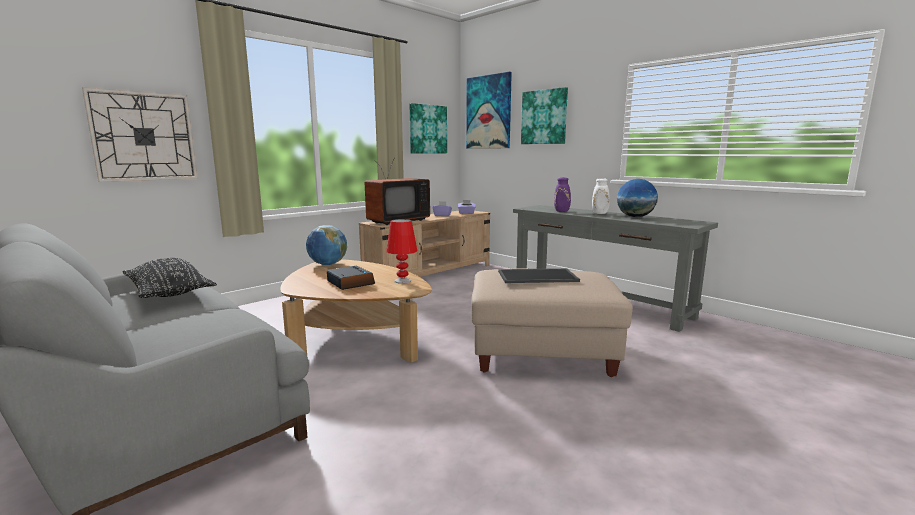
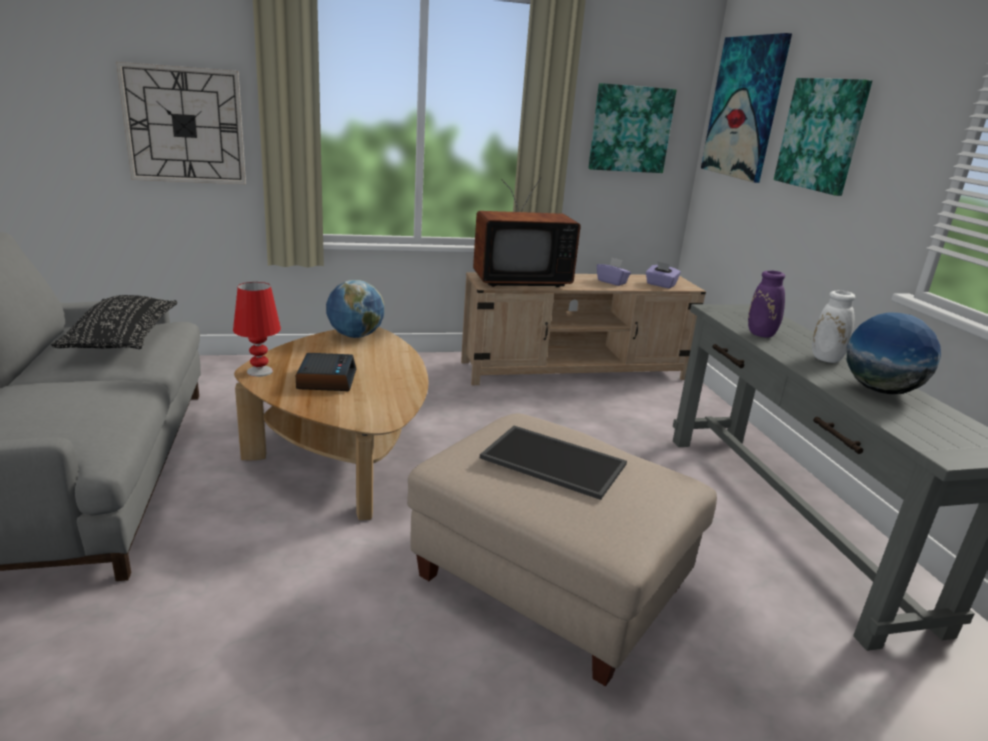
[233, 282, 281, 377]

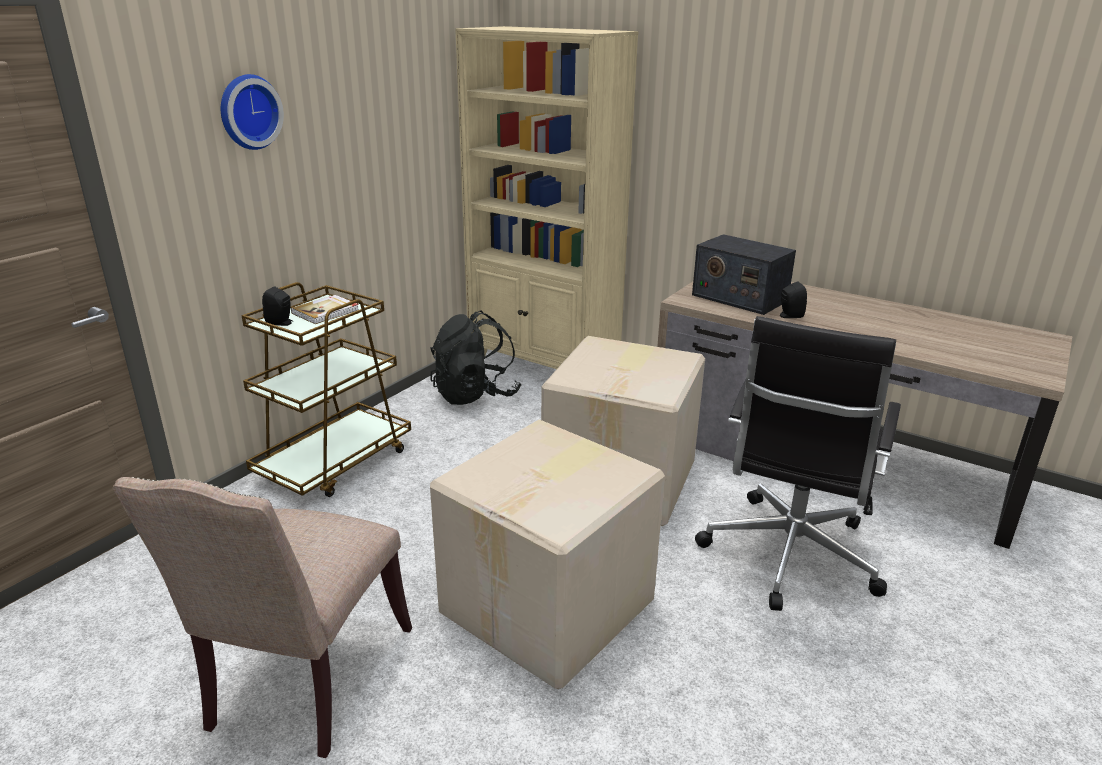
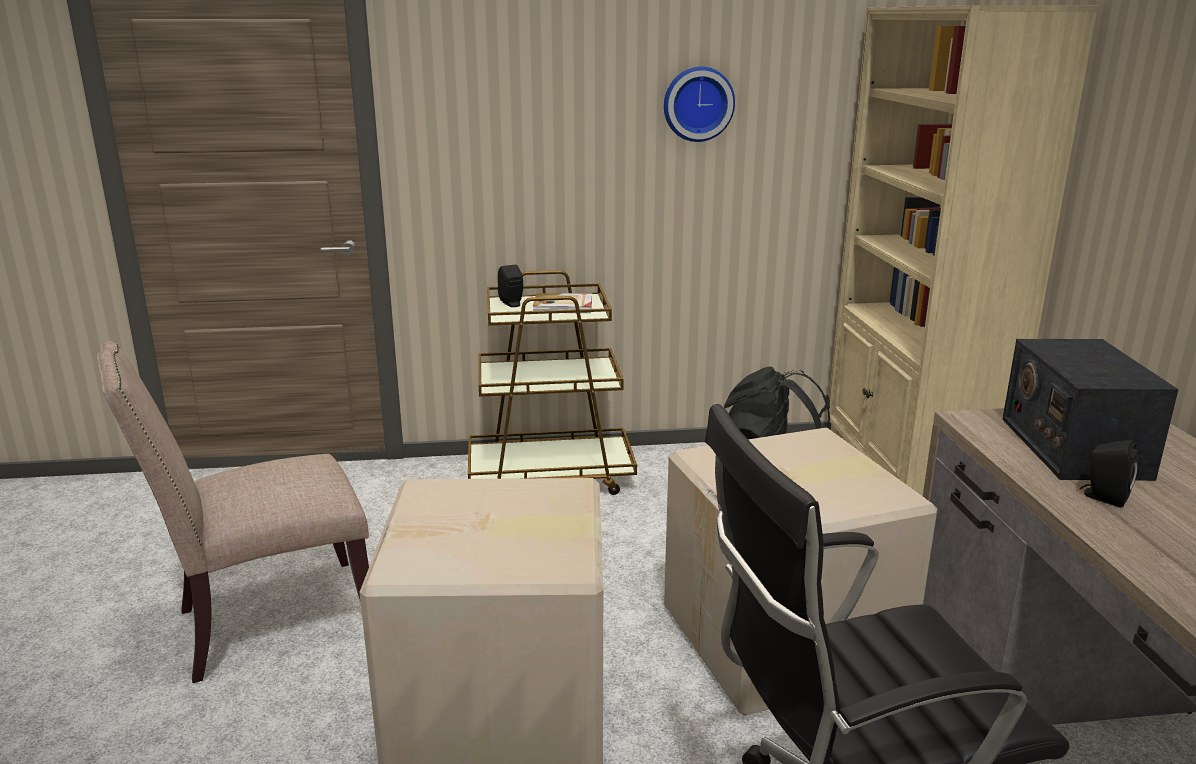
[664, 67, 735, 142]

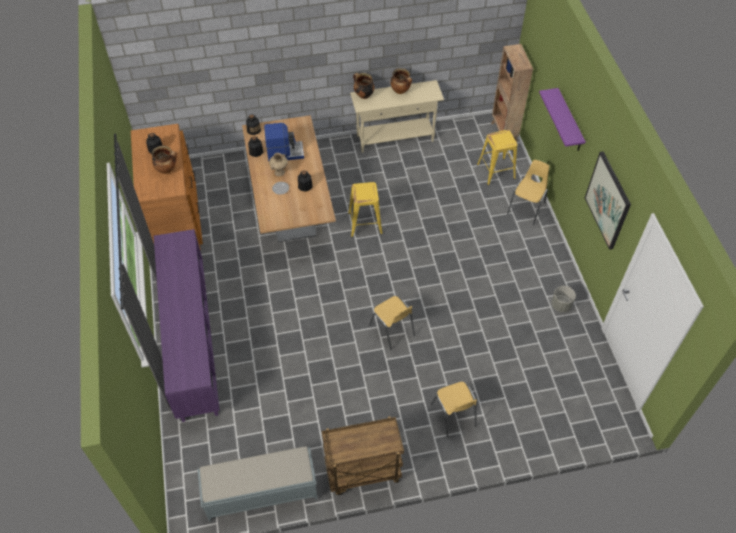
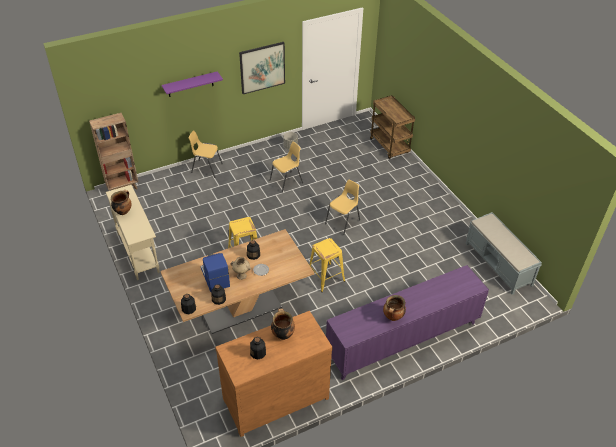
[383, 295, 406, 321]
[310, 238, 345, 292]
[269, 142, 303, 193]
[370, 95, 415, 159]

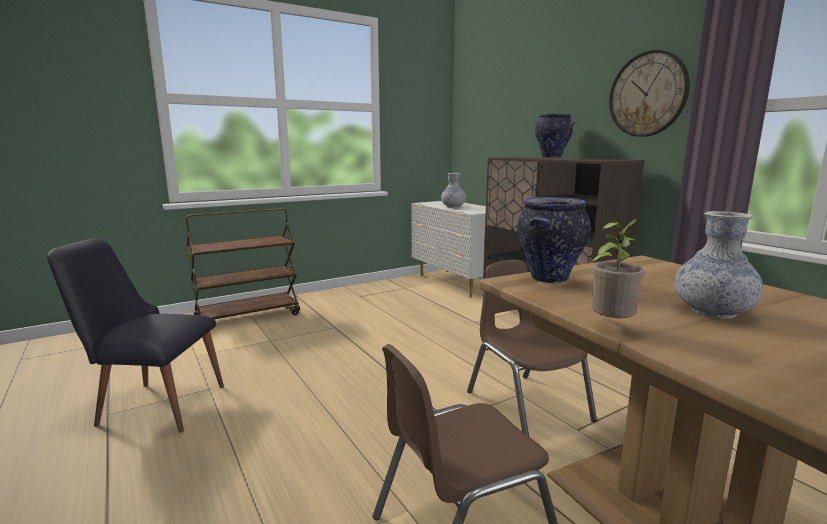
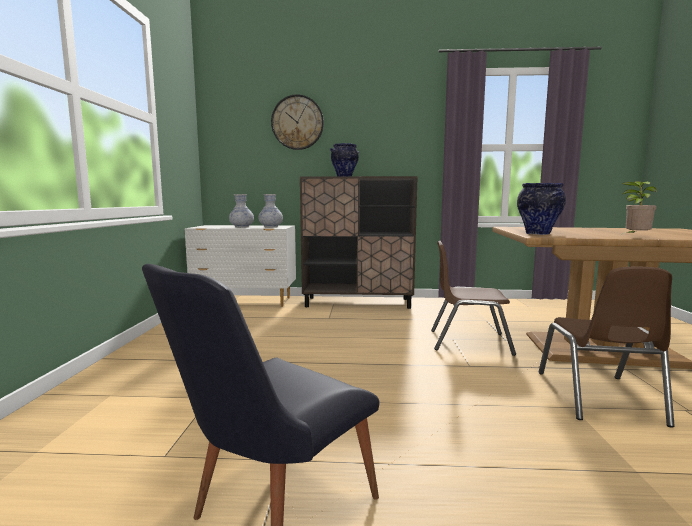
[271, 94, 324, 150]
[186, 208, 300, 319] (first image)
[258, 194, 283, 227]

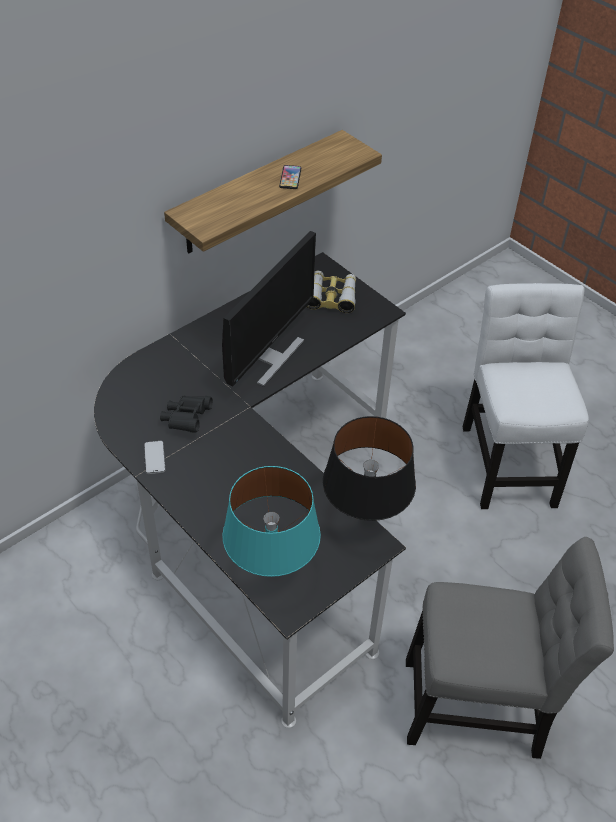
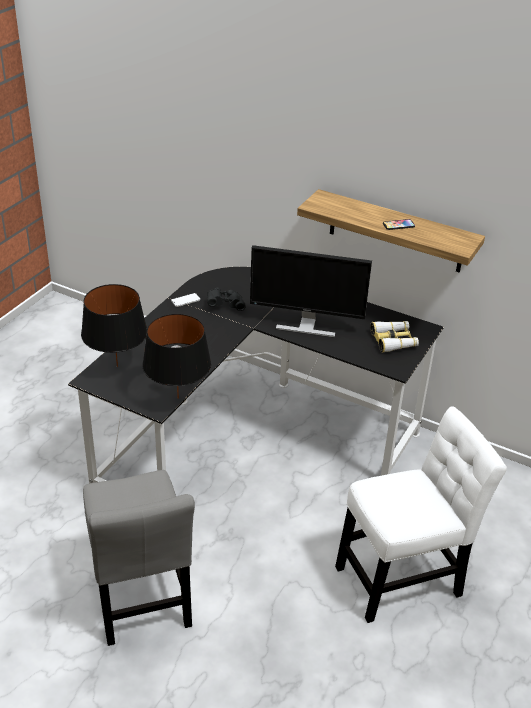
[81, 284, 147, 367]

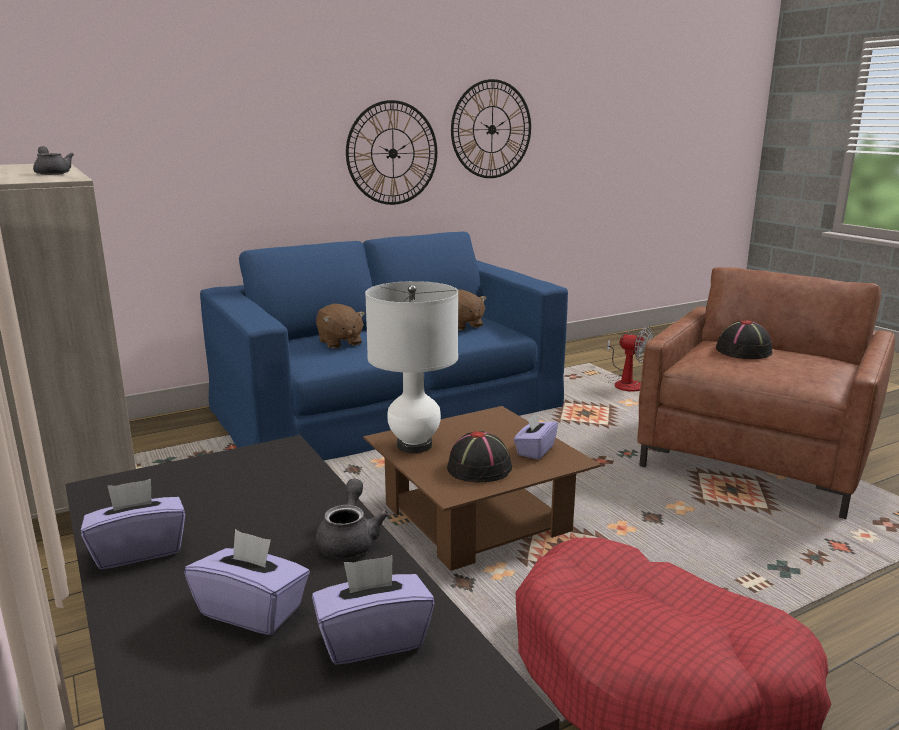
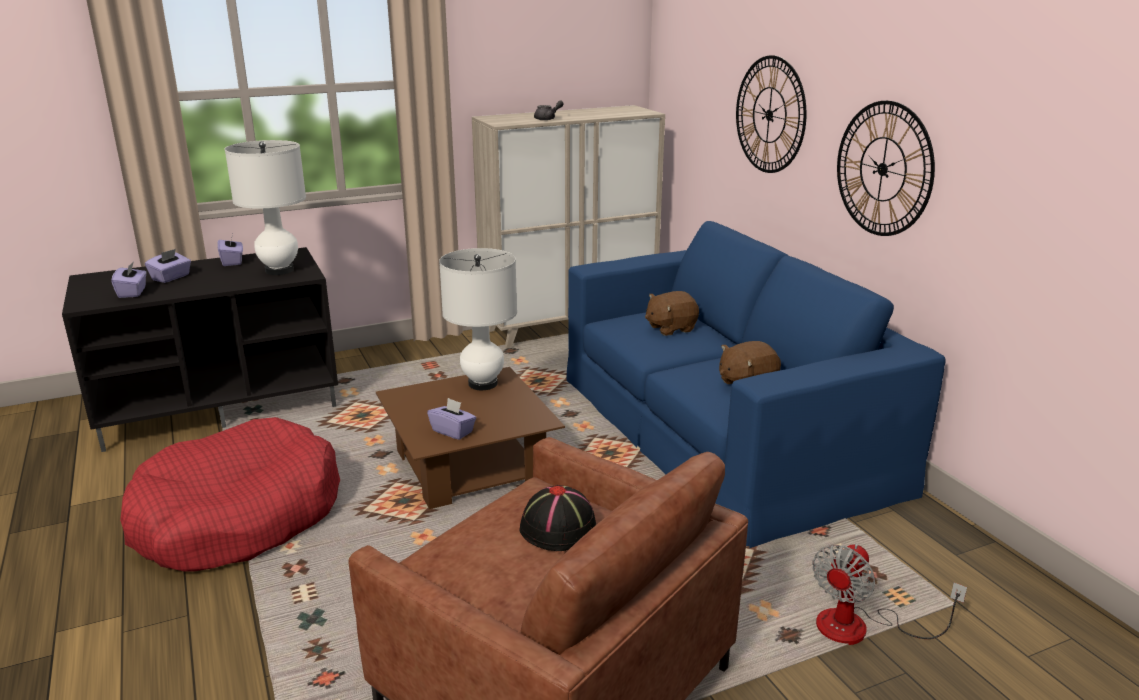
[736, 55, 806, 173]
[447, 431, 512, 482] (first image)
[315, 479, 389, 558] (first image)
[225, 140, 306, 275]

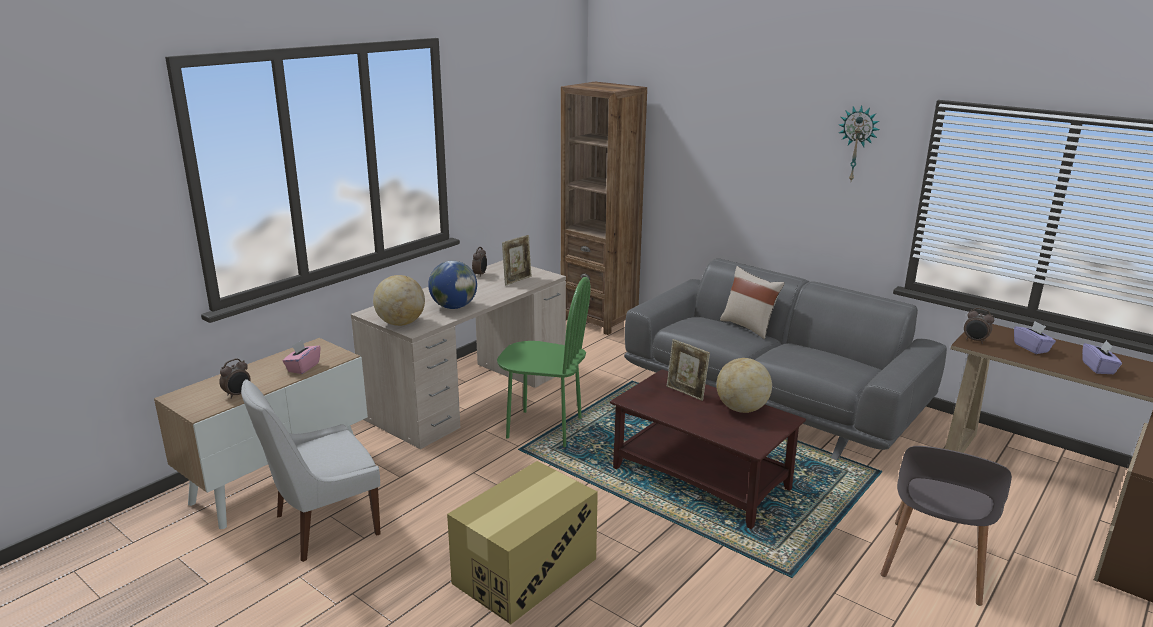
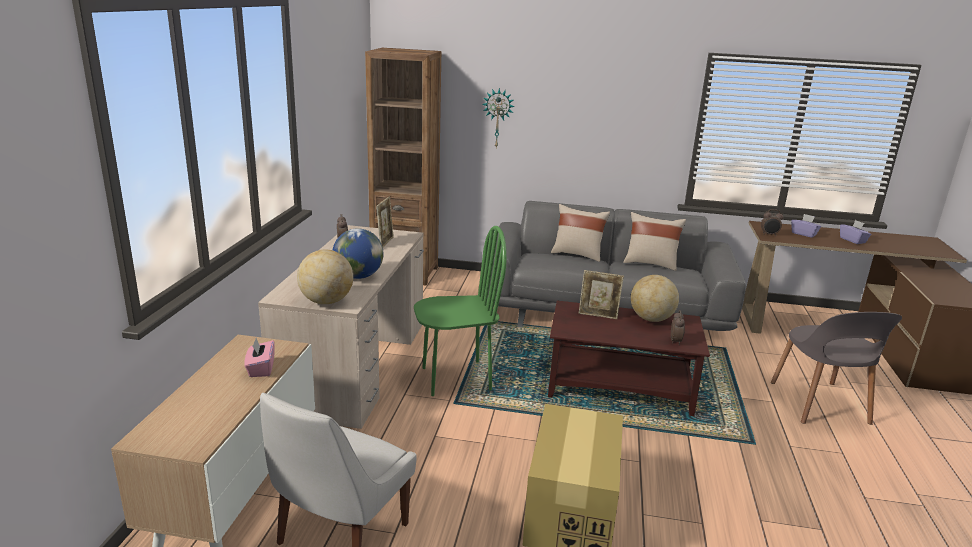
[482, 88, 515, 148]
[671, 310, 685, 345]
[623, 212, 686, 271]

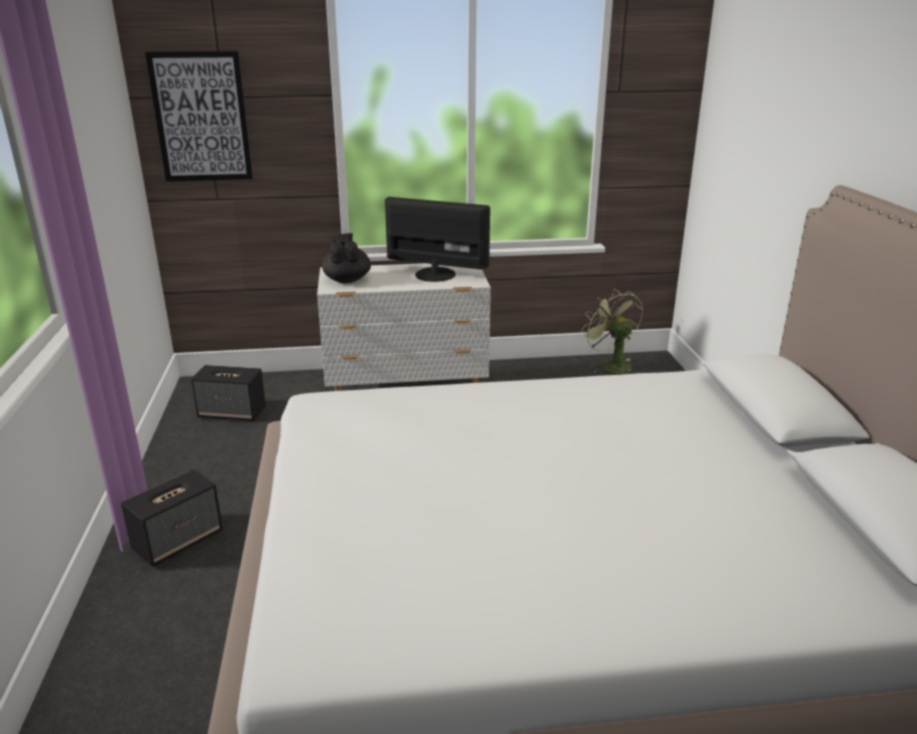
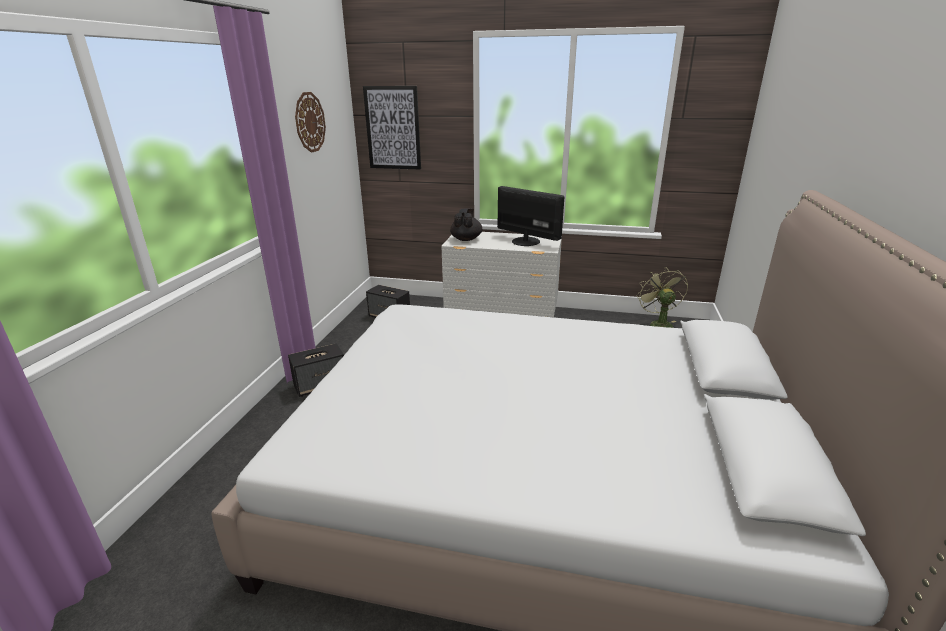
[295, 92, 326, 153]

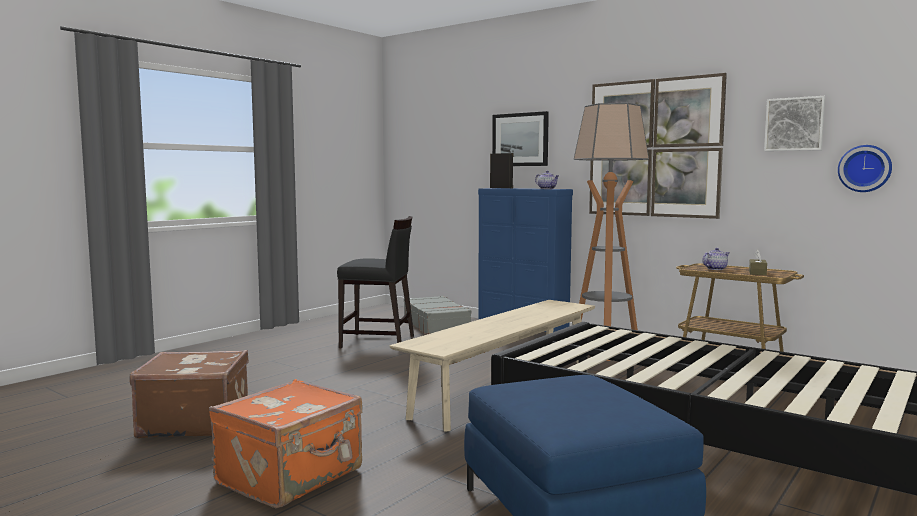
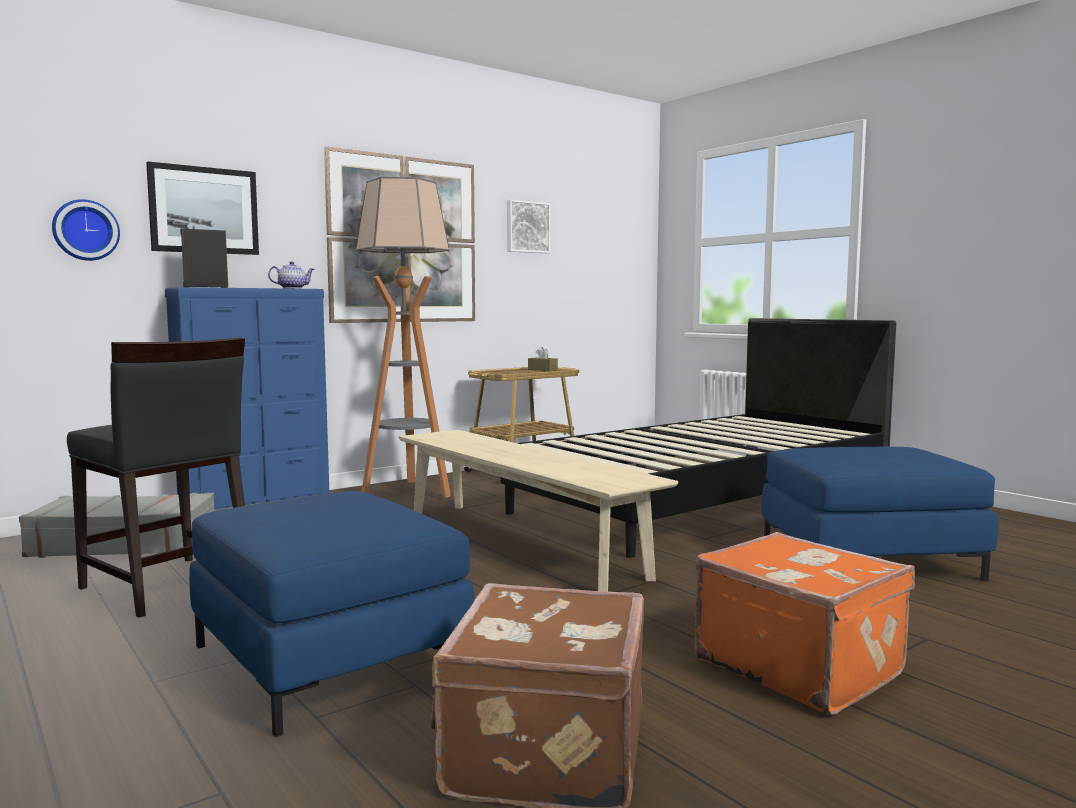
[52, 199, 120, 261]
[67, 337, 245, 618]
[702, 248, 729, 270] (first image)
[189, 491, 475, 737]

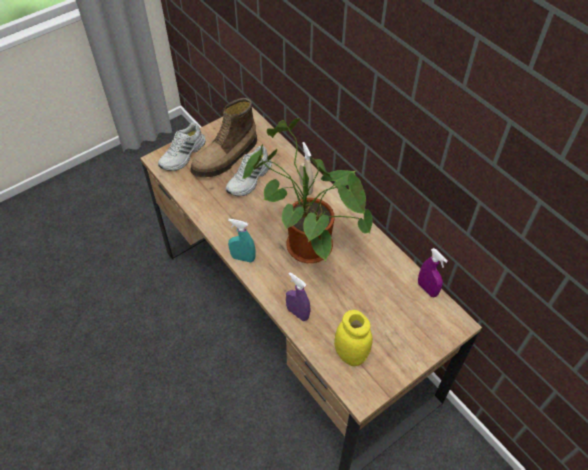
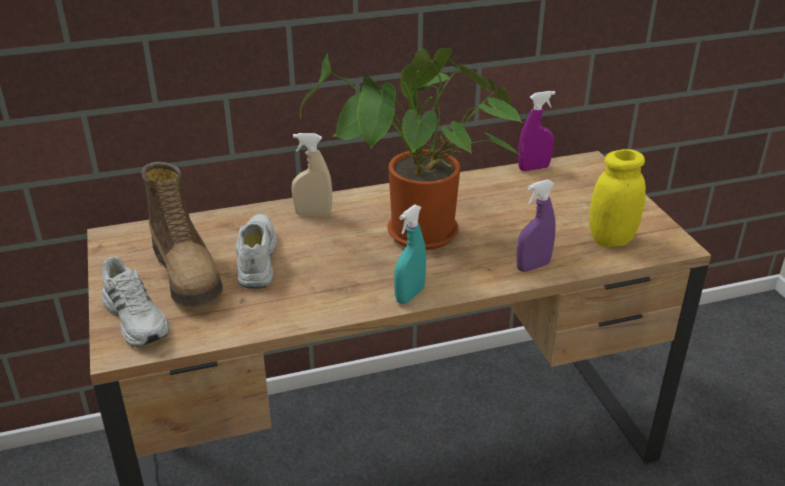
[235, 214, 277, 289]

